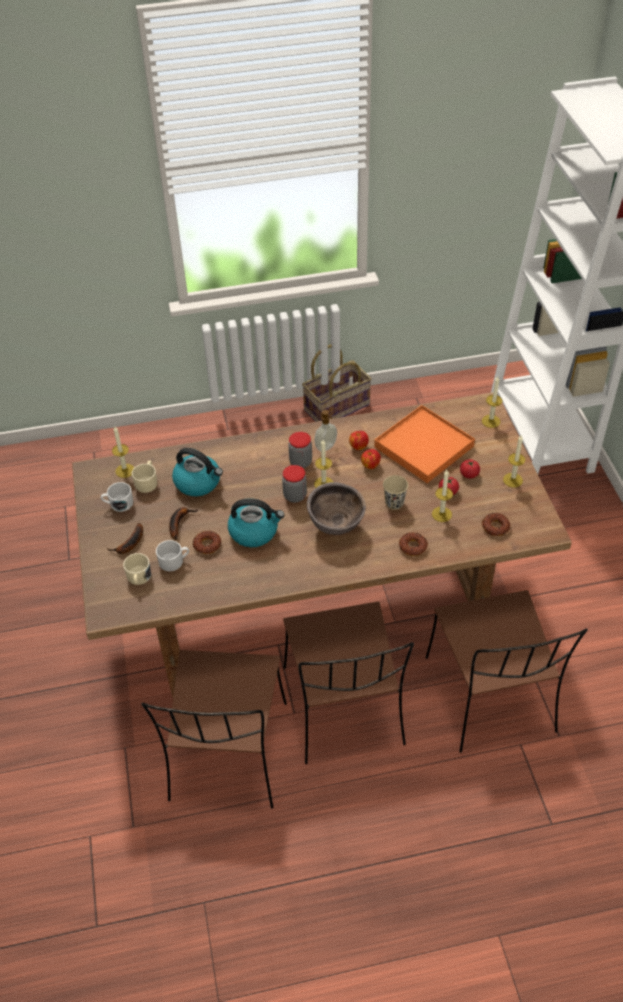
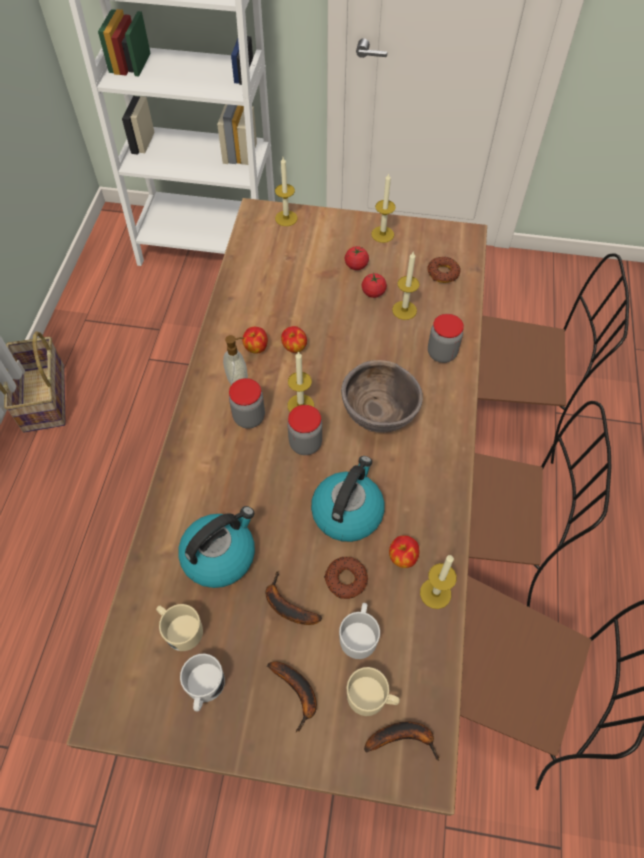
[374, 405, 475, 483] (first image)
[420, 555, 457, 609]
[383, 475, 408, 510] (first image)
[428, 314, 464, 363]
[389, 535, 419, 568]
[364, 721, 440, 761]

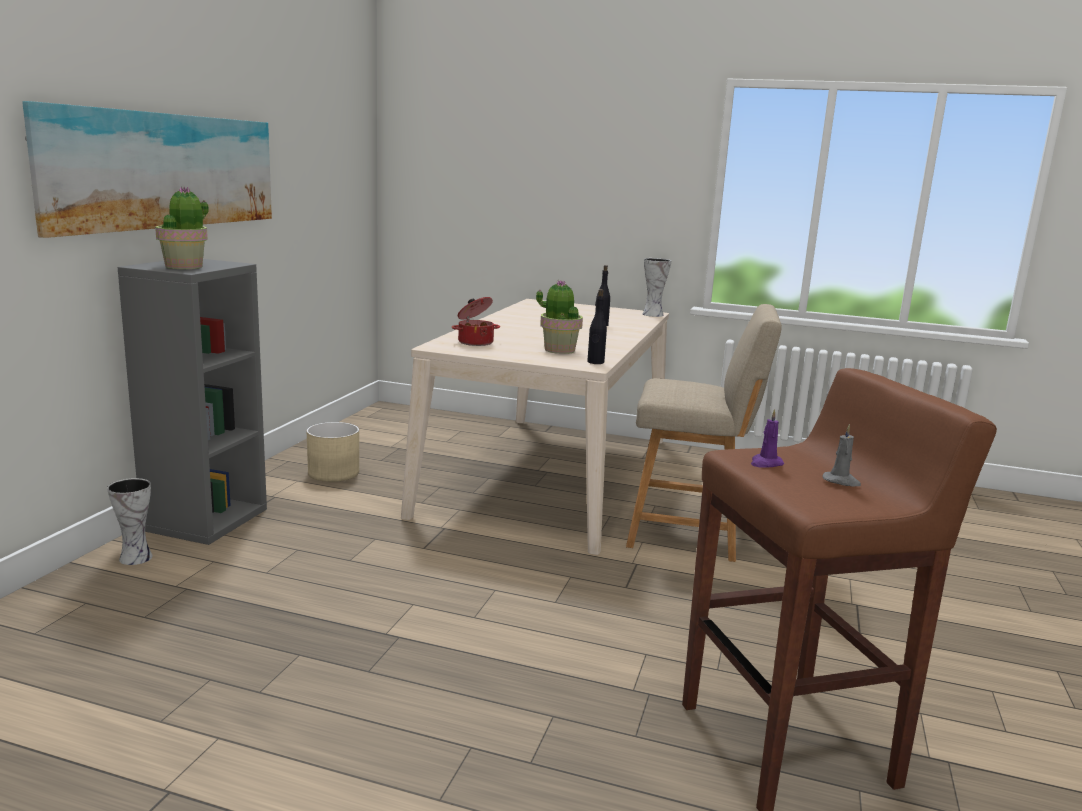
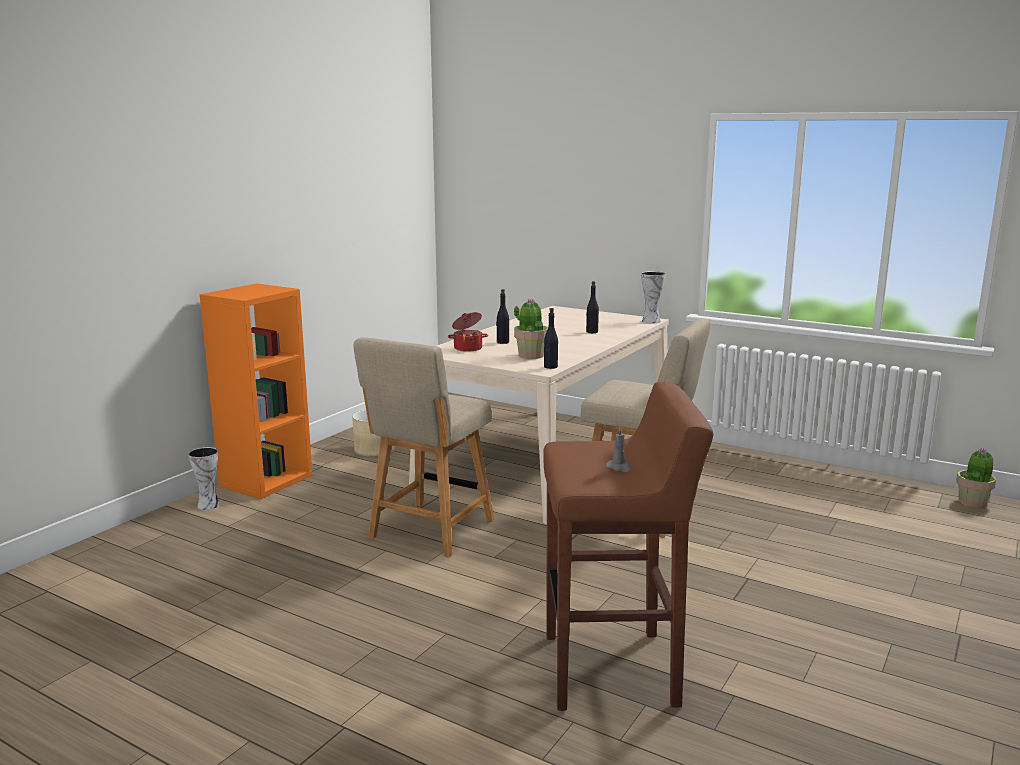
[22, 101, 272, 238] (first image)
[956, 448, 996, 508]
[200, 283, 312, 499]
[751, 409, 784, 467] (first image)
[496, 289, 509, 344]
[353, 337, 495, 557]

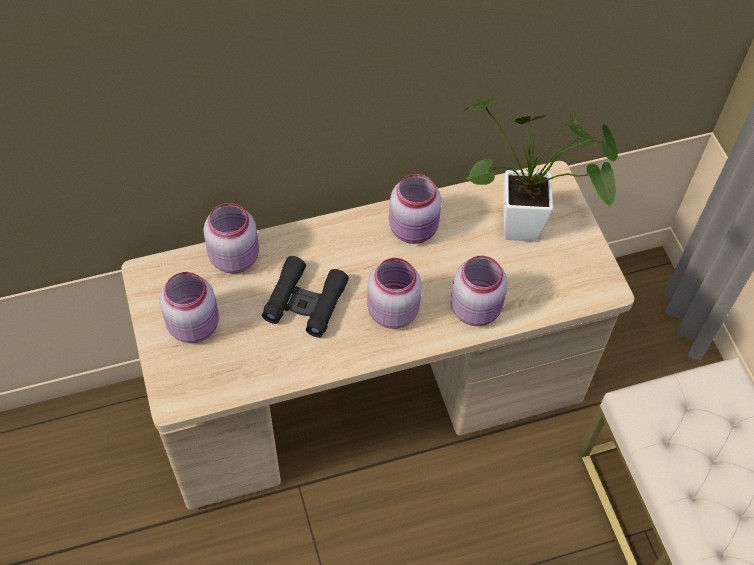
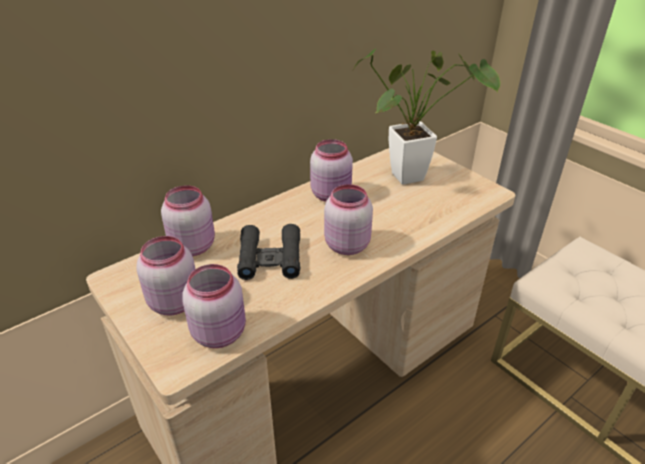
[182, 264, 246, 348]

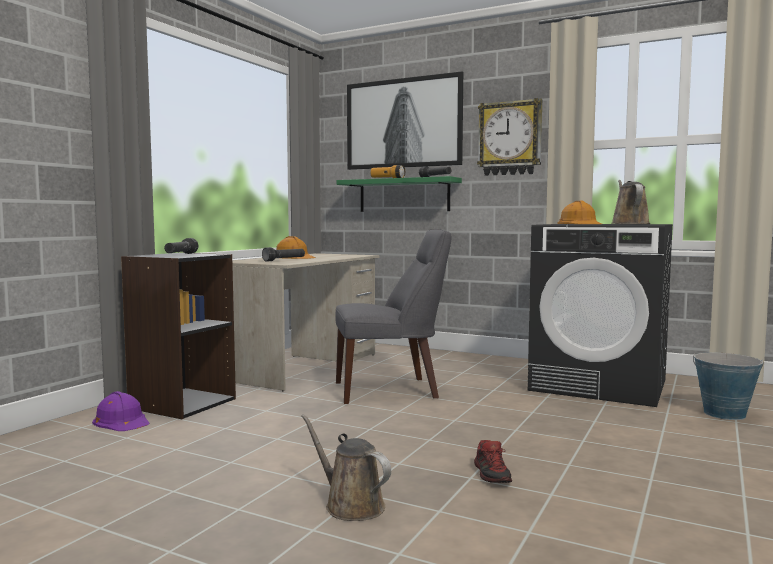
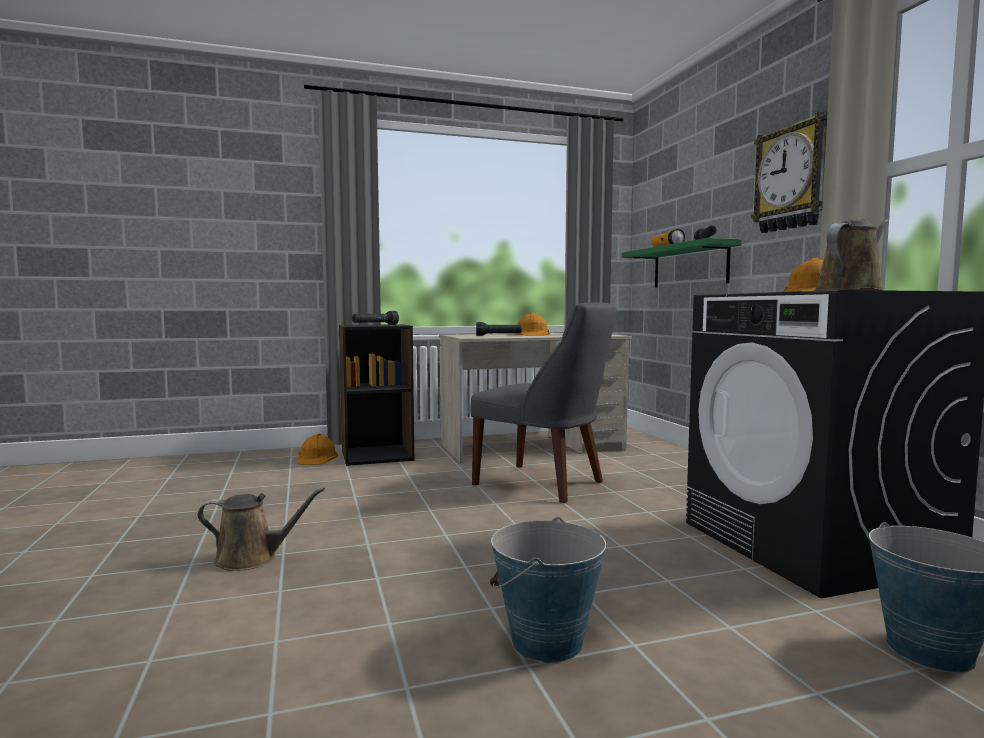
[347, 71, 463, 170] (first image)
[297, 434, 338, 465]
[198, 487, 325, 571]
[474, 440, 512, 483] (first image)
[490, 517, 606, 663]

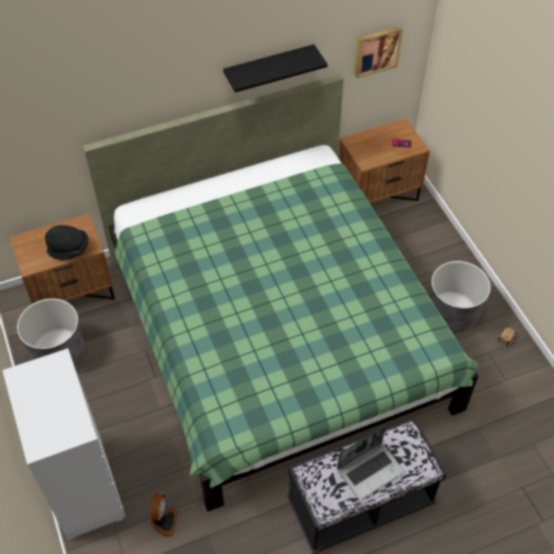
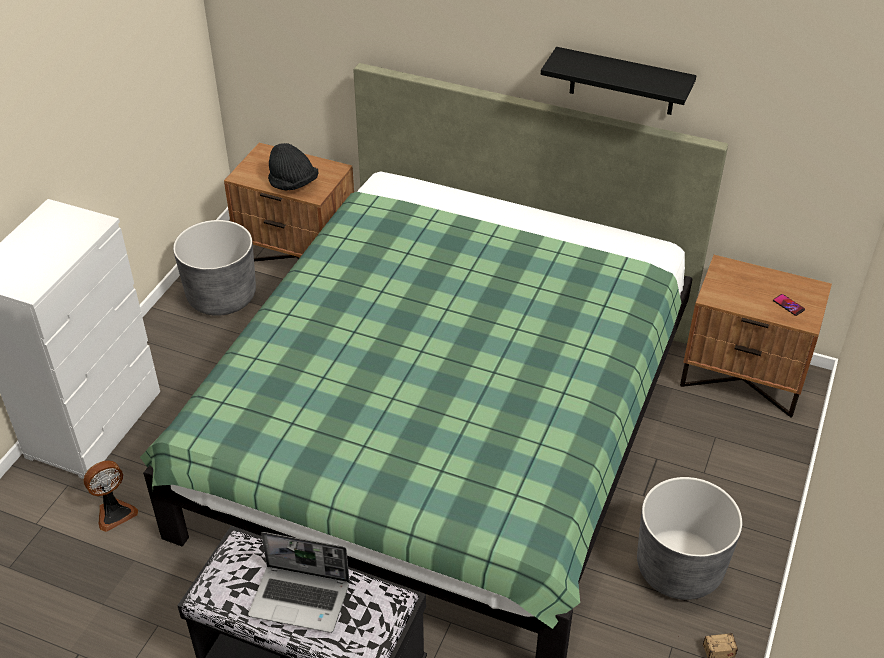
[354, 26, 403, 78] (first image)

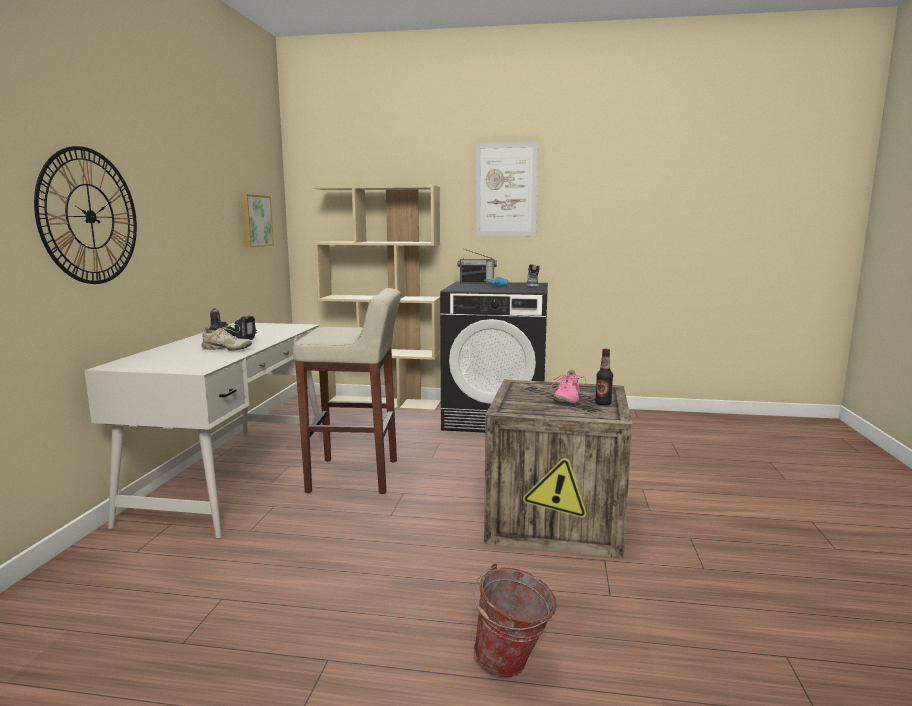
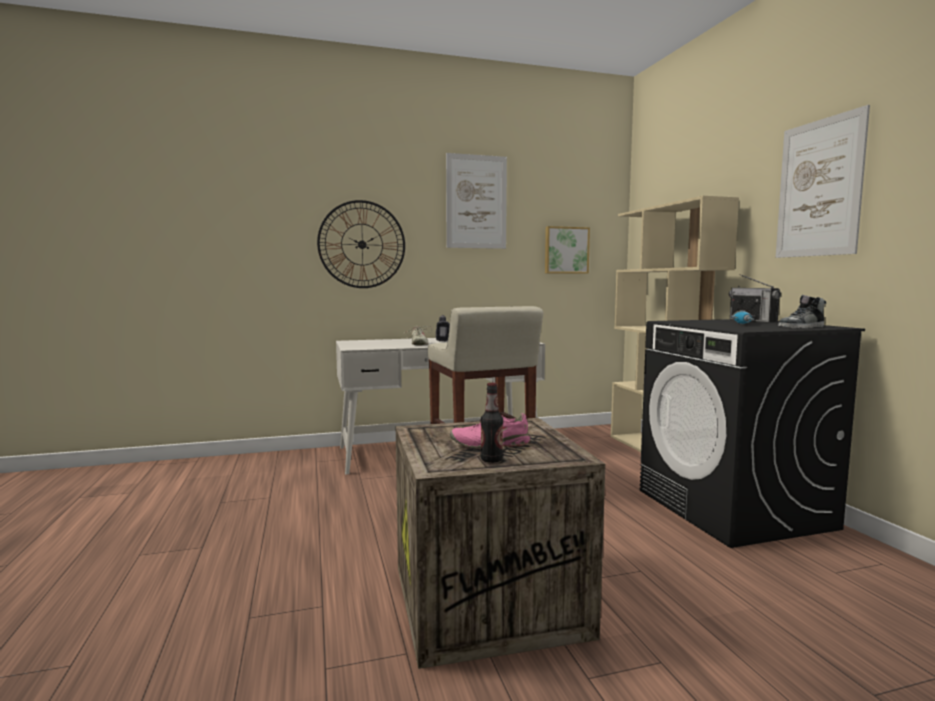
[473, 563, 557, 677] (first image)
[446, 153, 507, 249]

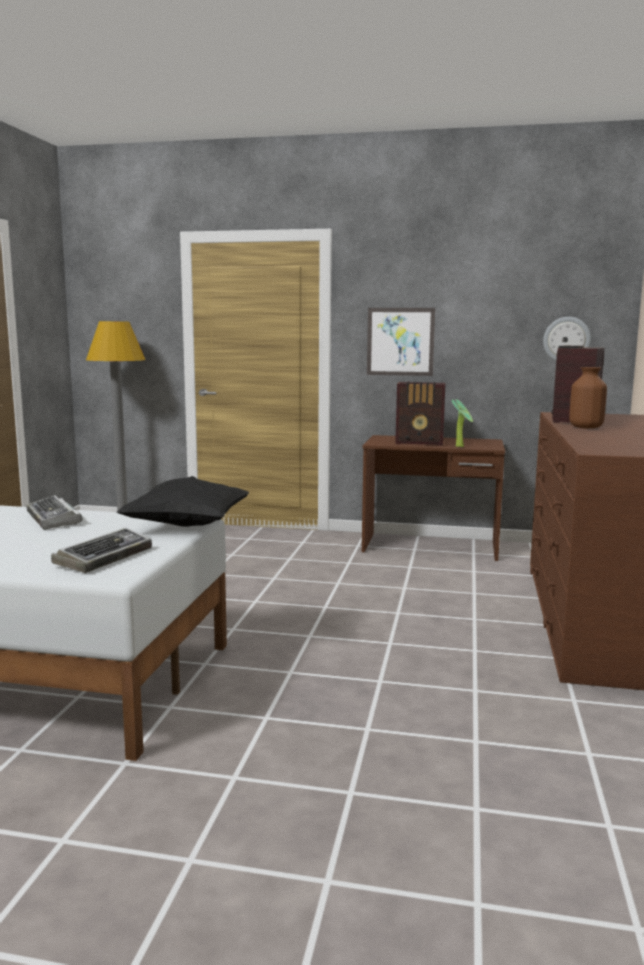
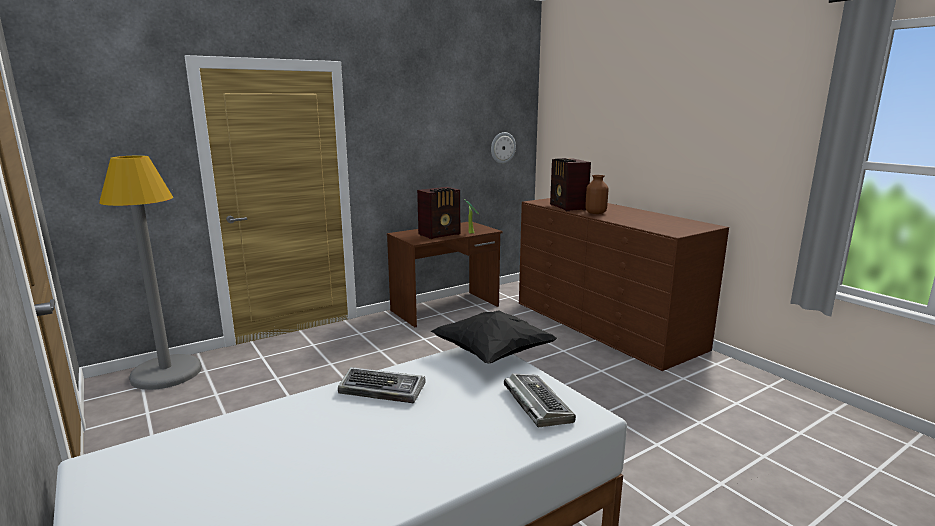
[367, 308, 435, 376] (first image)

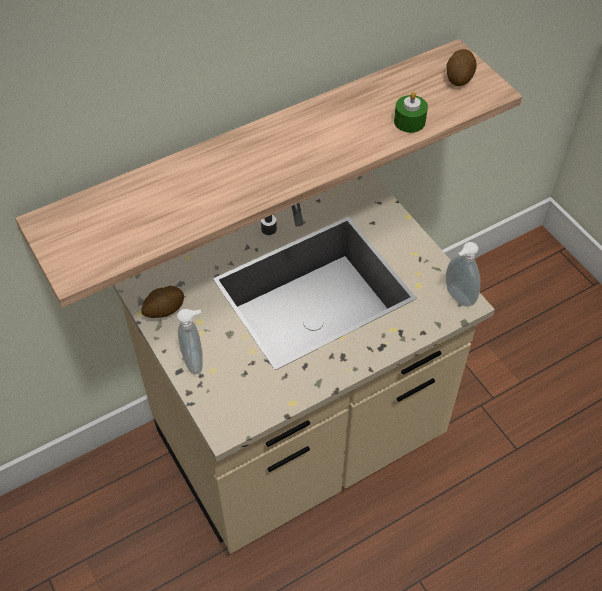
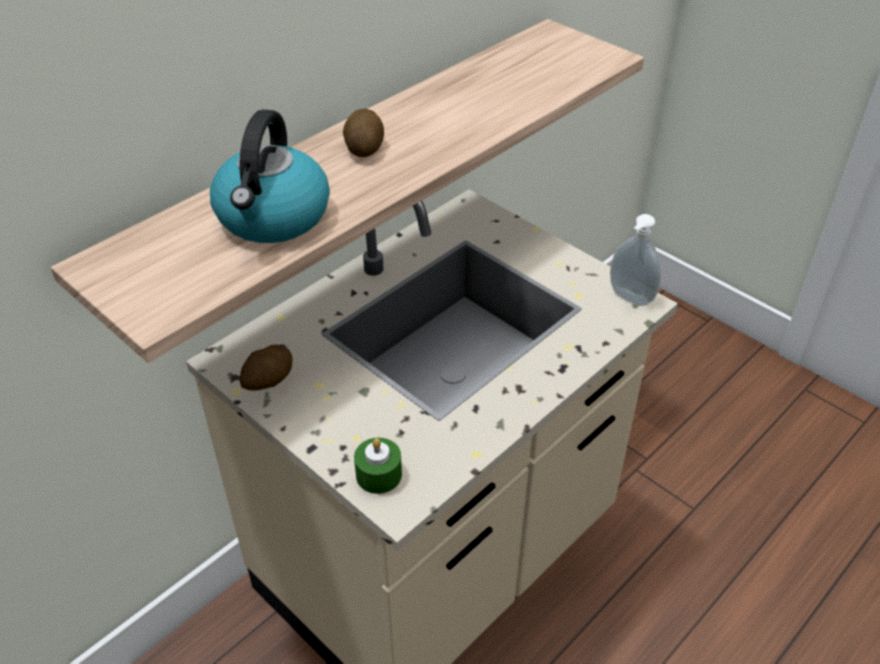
[343, 109, 384, 157]
[354, 438, 402, 494]
[177, 309, 203, 374] (first image)
[210, 109, 330, 243]

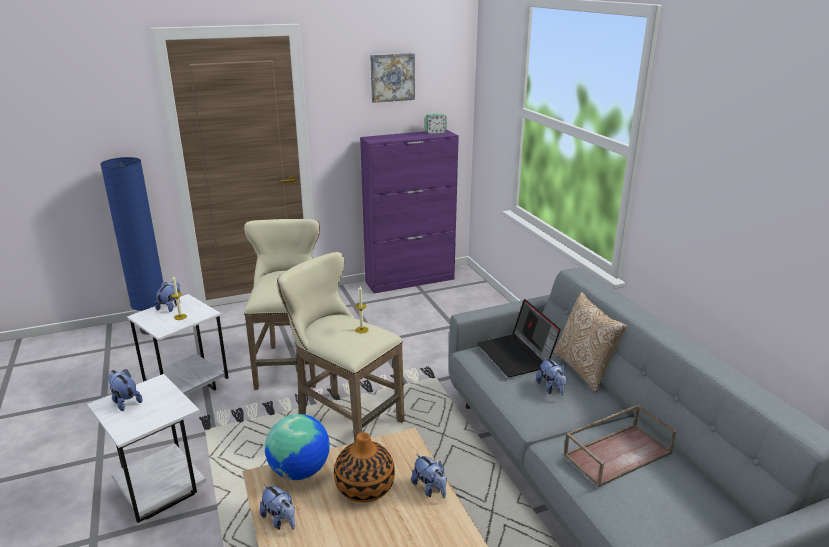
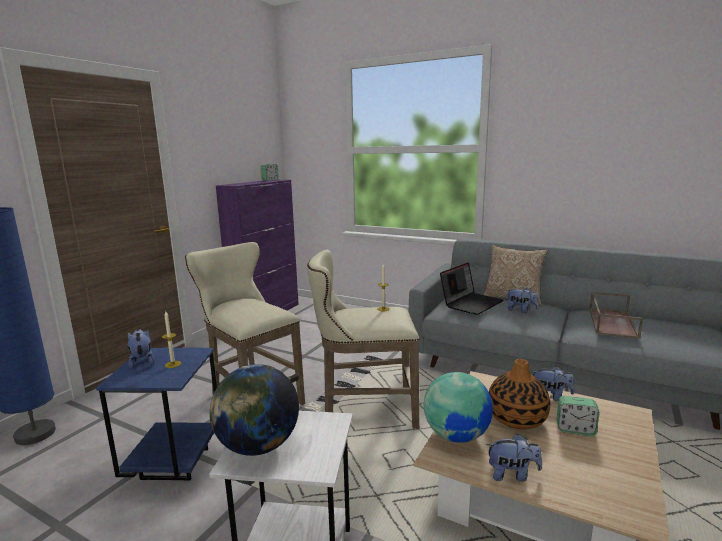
[370, 53, 415, 103] (first image)
[96, 348, 217, 480]
[440, 262, 503, 315]
[210, 364, 299, 456]
[557, 396, 599, 436]

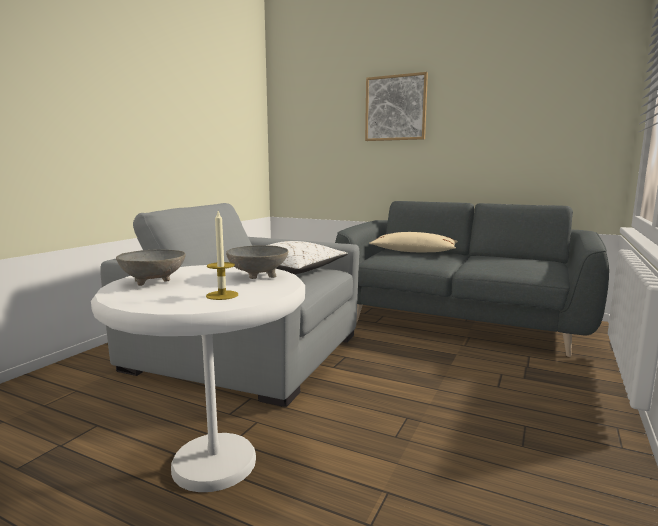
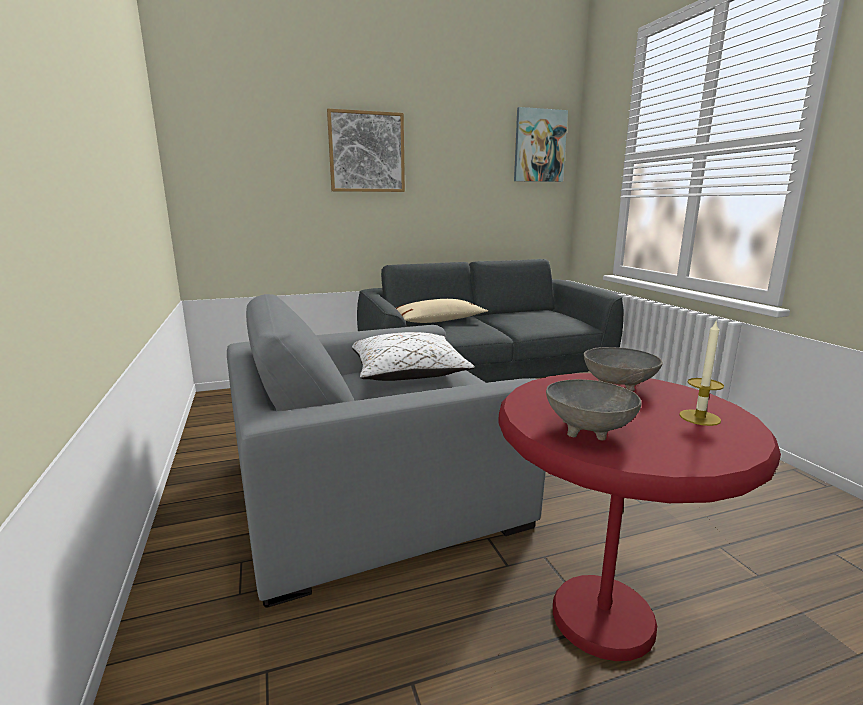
[498, 373, 781, 661]
[514, 107, 568, 182]

